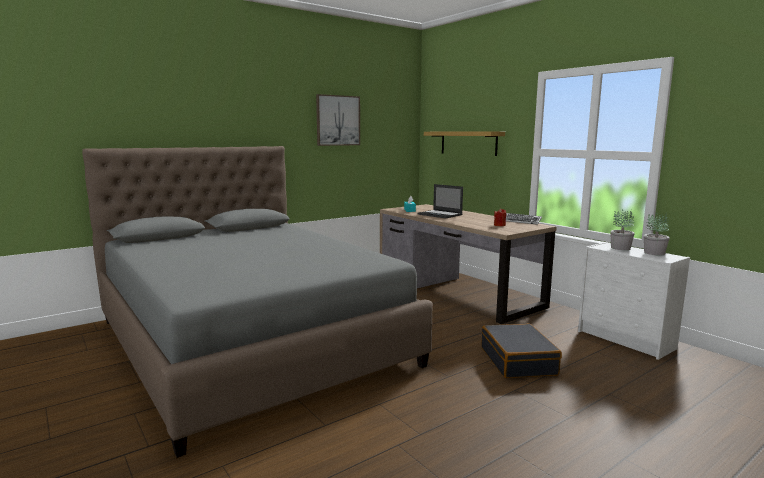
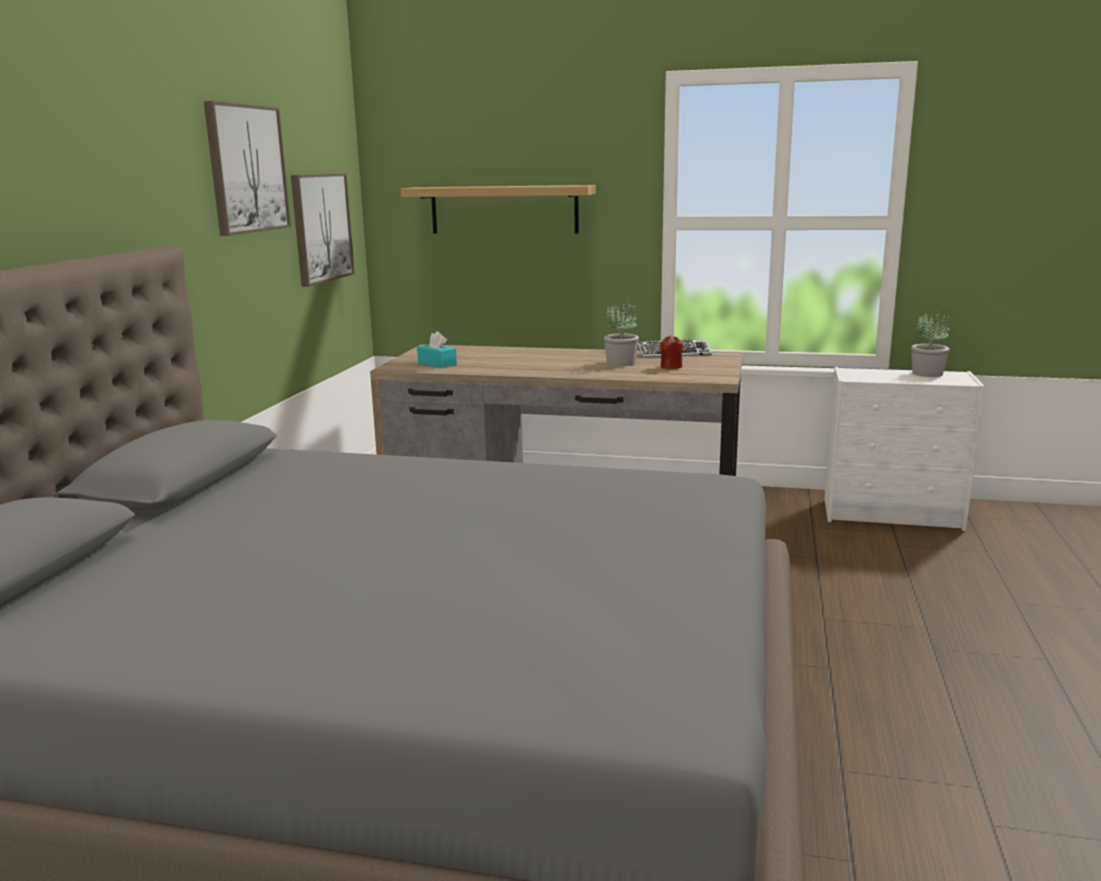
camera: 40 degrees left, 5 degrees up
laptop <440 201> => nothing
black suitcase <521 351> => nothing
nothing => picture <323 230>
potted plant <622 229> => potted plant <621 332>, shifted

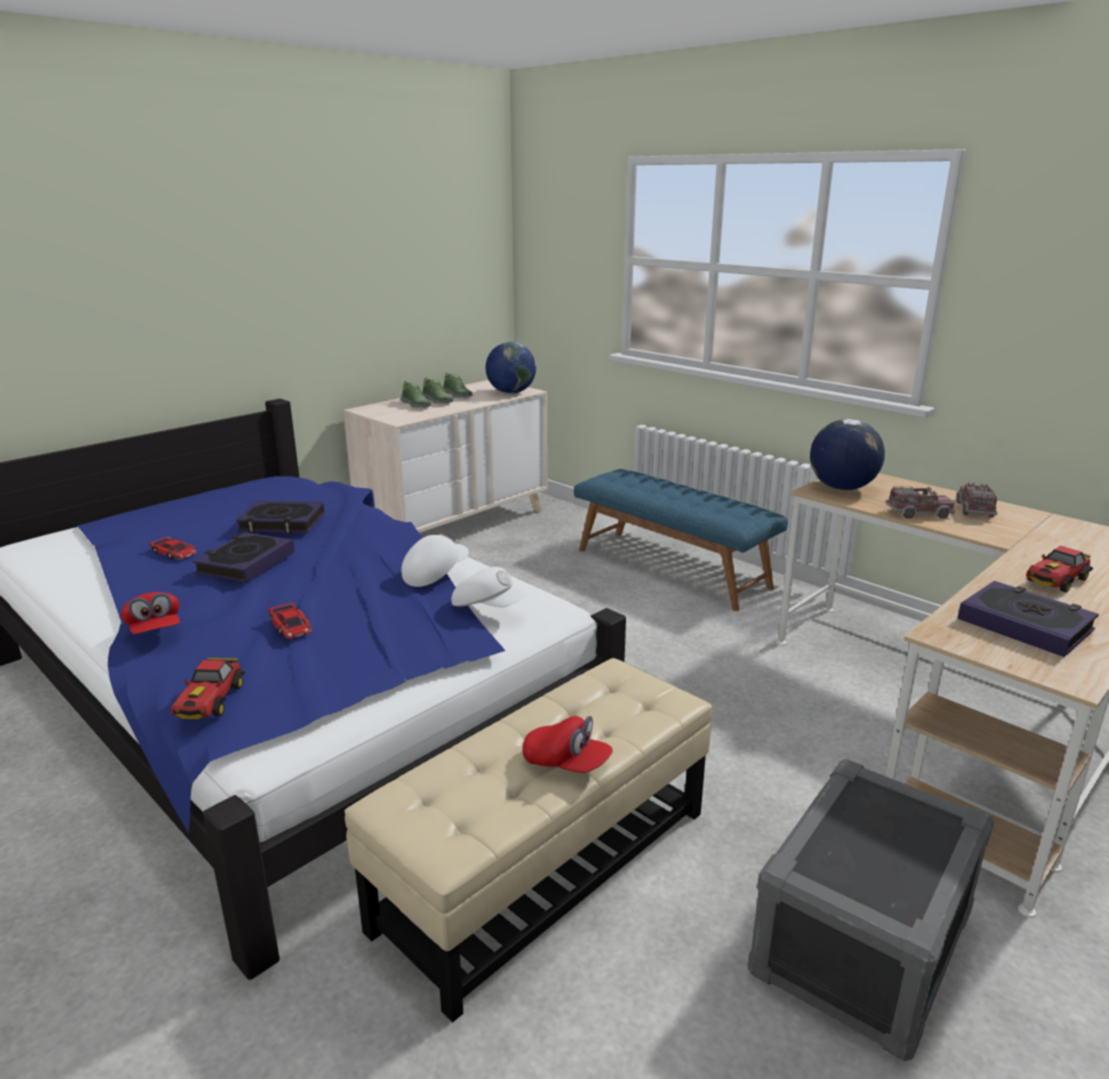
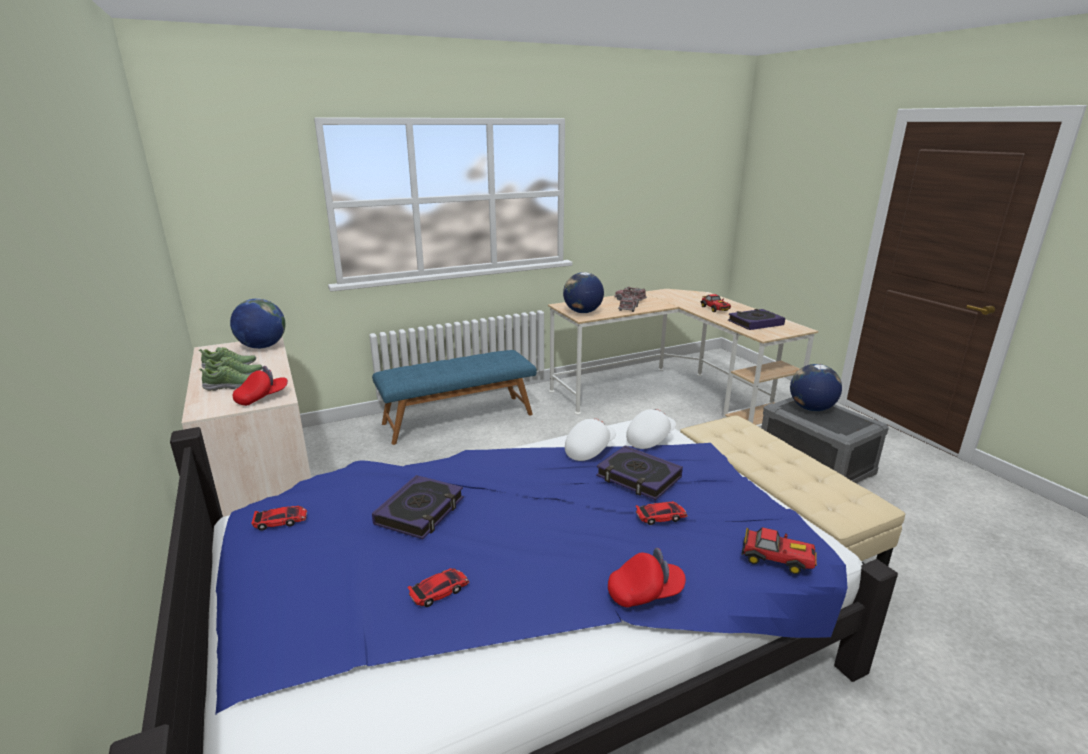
camera: 70 degrees left, 0 degrees up
nothing => toy car <279 518>
nothing => globe <816 387>
book <244 557> => book <639 472>, shifted
red cap <567 744> => red cap <260 386>, shifted
white cap <435 560> => white cap <590 439>, 75 degrees clockwise

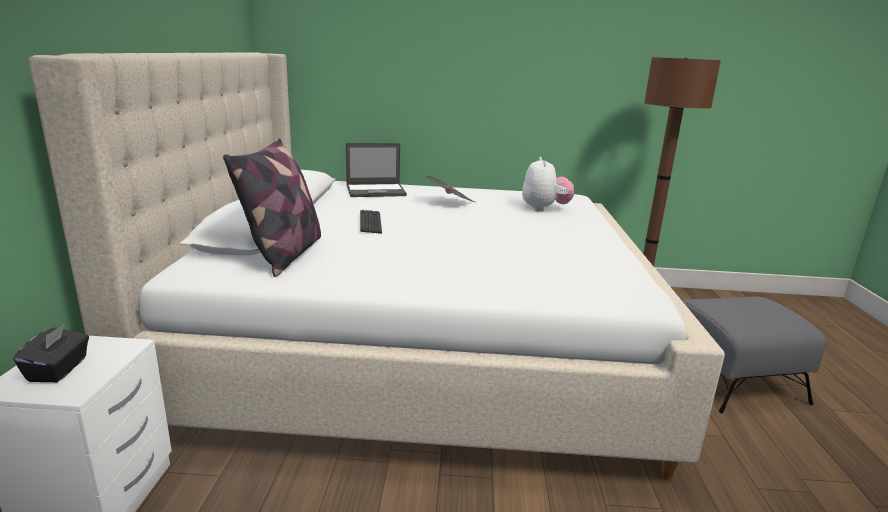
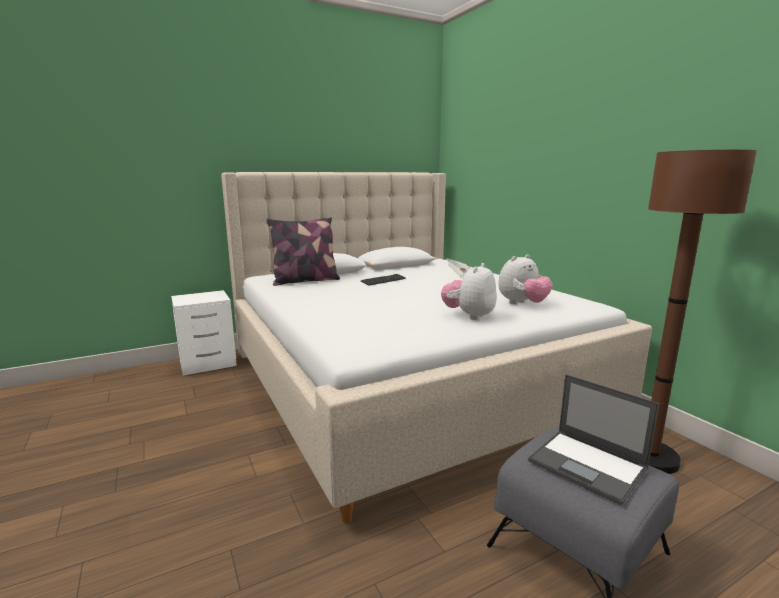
camera: 60 degrees right, 5 degrees down
black tissue box <51 352> => nothing
nothing => plush toy <469 291>
laptop <376 170> => laptop <593 440>, shifted

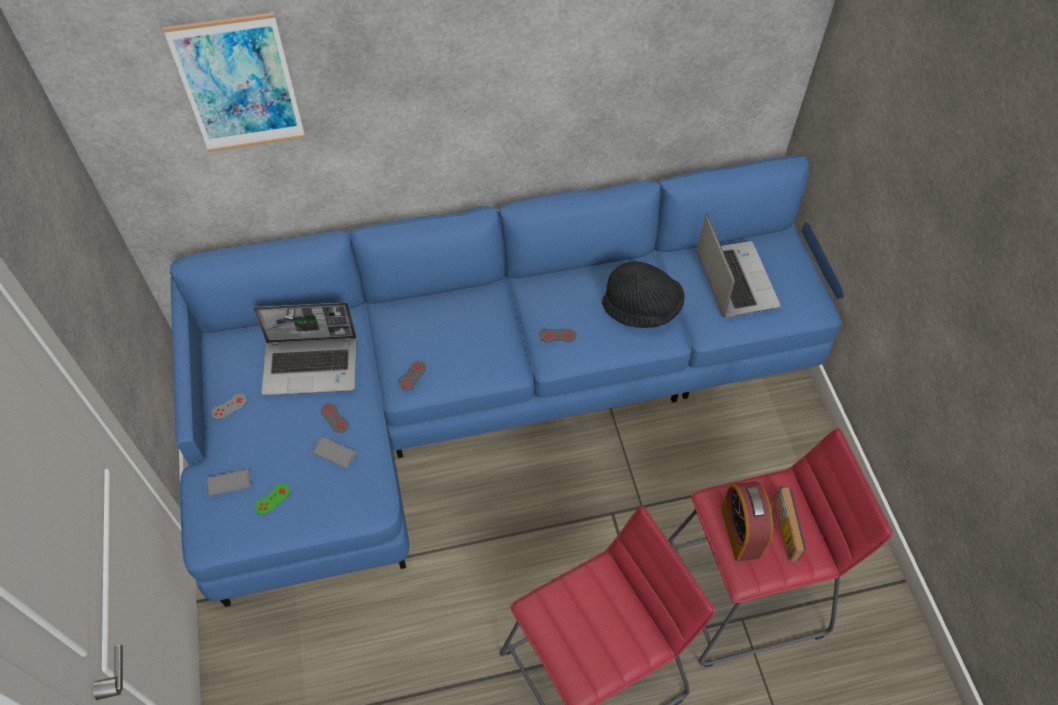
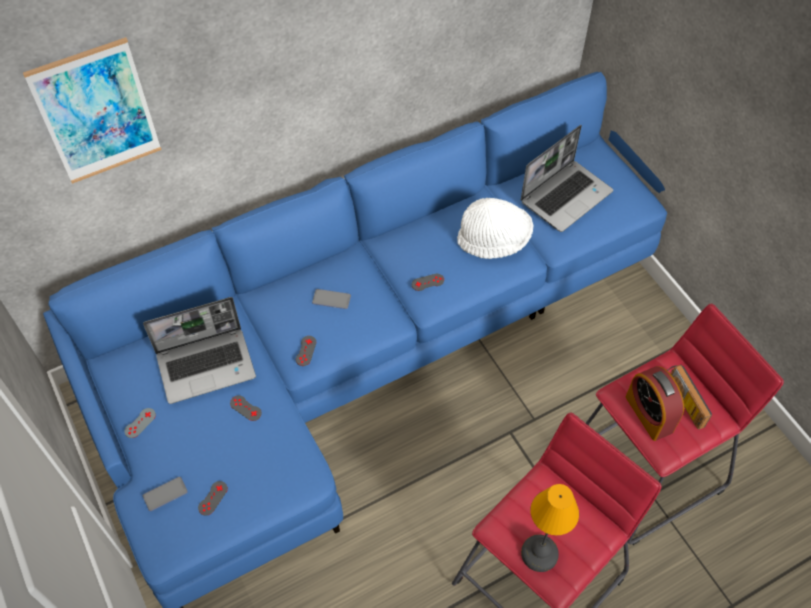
camera: 15 degrees left, 0 degrees up
nothing => table lamp <550 528>
phone <334 453> => phone <331 299>, shifted
green game controller <273 499> => grey game controller <213 498>
black hat <643 294> => white hat <495 228>
laptop <739 265> => laptop <567 178>, 75 degrees clockwise

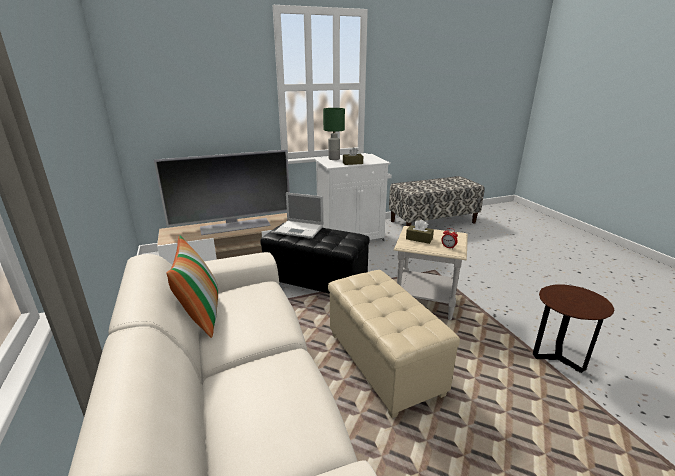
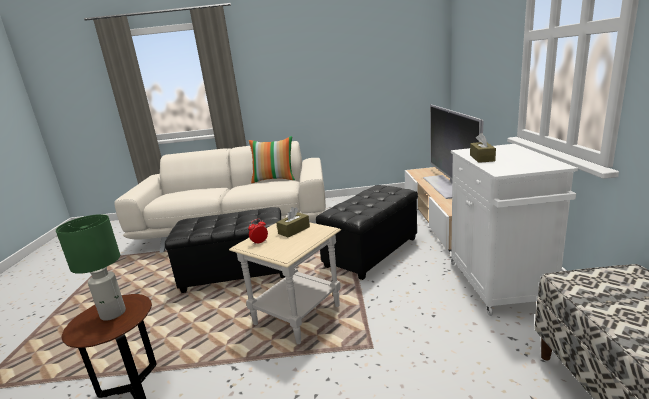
camera: 110 degrees right, 5 degrees down
laptop <299 215> => nothing
green table lamp <334 134> => green table lamp <91 267>, shifted
beige ottoman <394 344> => black ottoman <225 250>

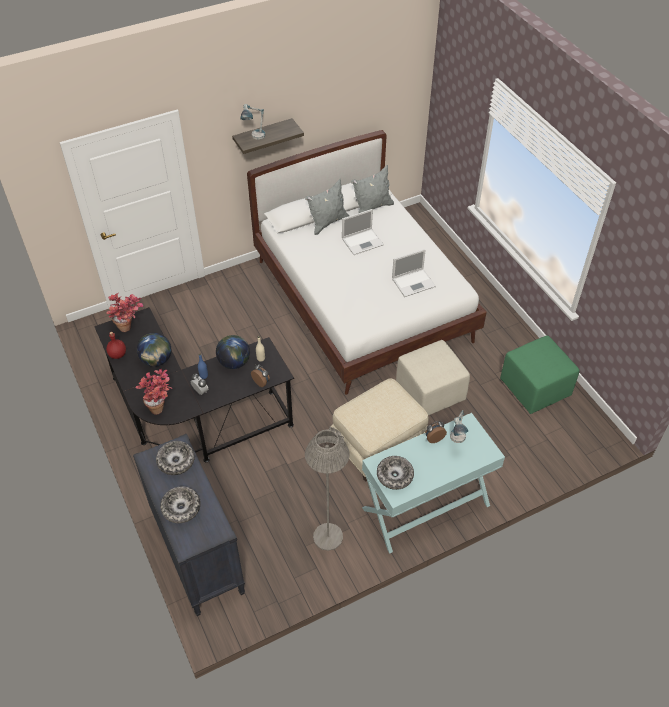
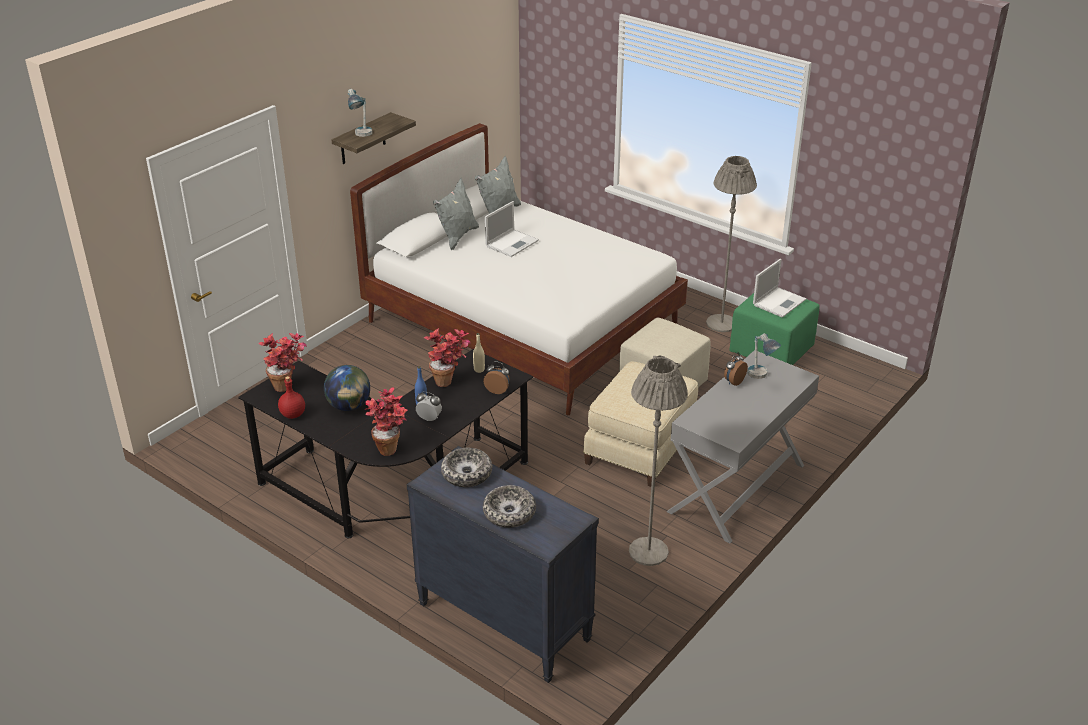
camera: 25 degrees left, 15 degrees down
bowl <395 473> => nothing
nothing => grey floor lamp <731 244>
laptop <414 273> => laptop <779 288>, shifted
globe <233 352> => potted plant <447 357>
turquoise console table <433 483> => grey console table <743 446>

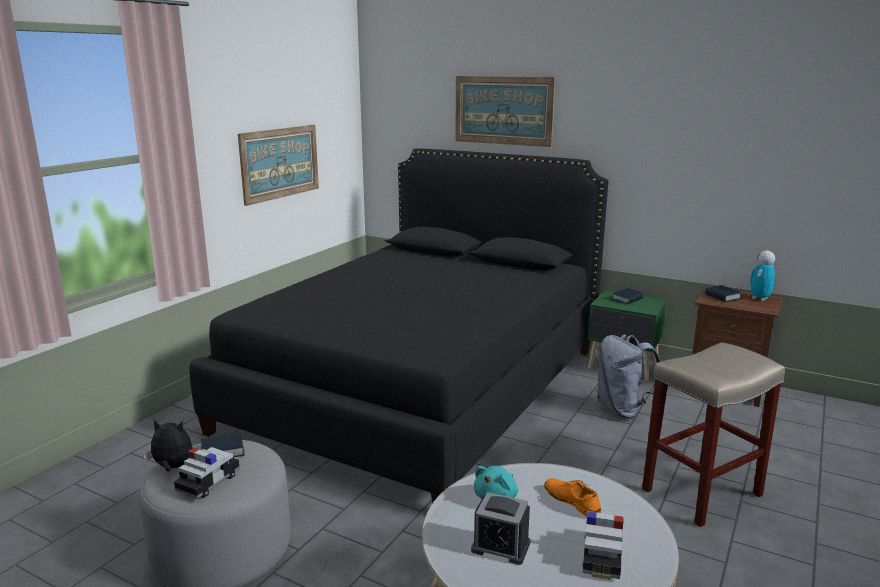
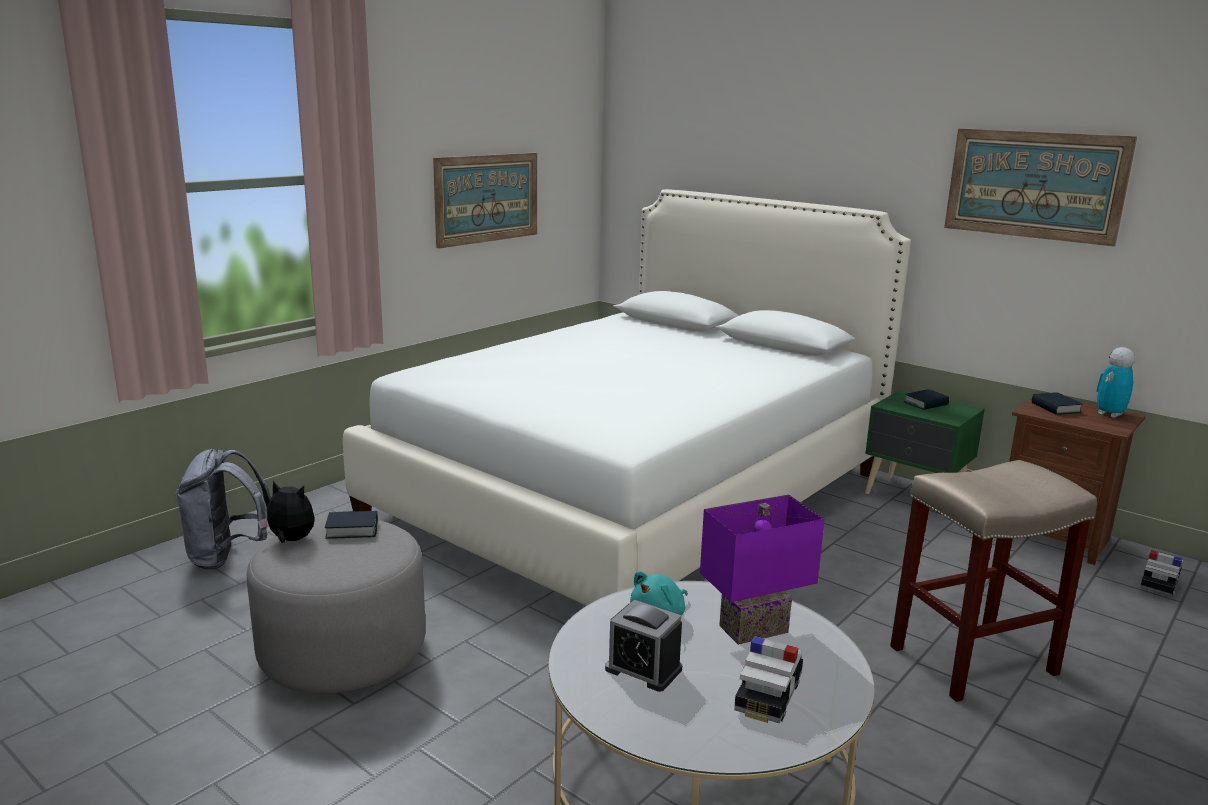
camera: 10 degrees right, 0 degrees up
toy car <207 473> => toy car <1161 573>, shifted
picture <505 111> => picture <1040 187>, shifted
grey backpack <629 376> => grey backpack <223 509>, shifted
orange shoe <572 497> => purple table lamp <762 570>
black bed <398 325> => white bed <627 397>

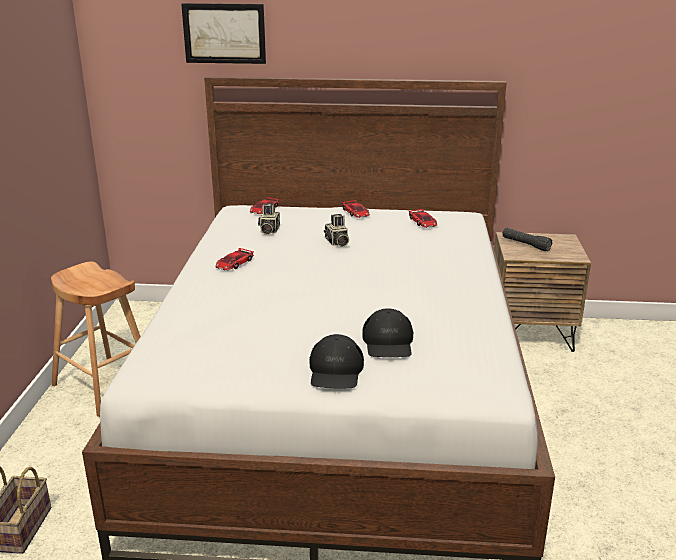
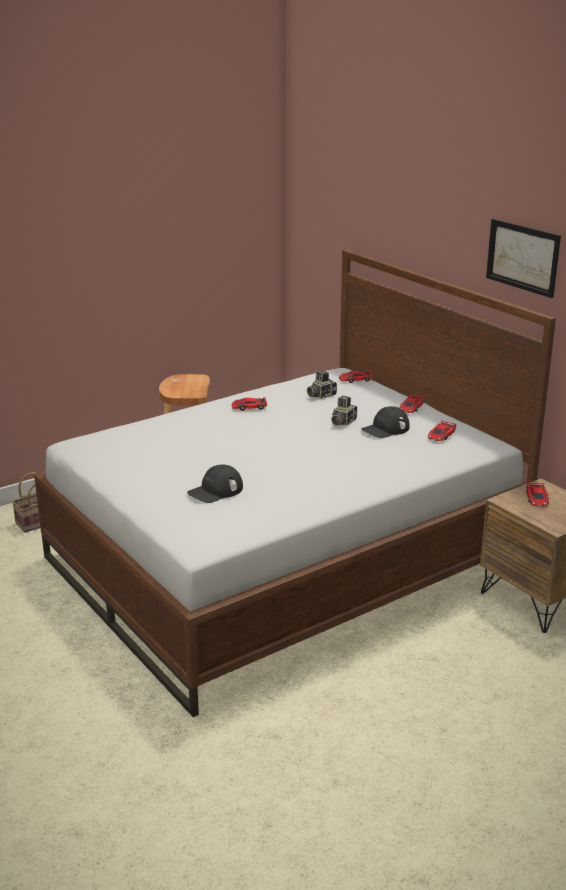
camera: 50 degrees right, 0 degrees up
picture <223 33> => picture <523 258>, shifted
black cap <336 361> => black cap <385 422>, shifted
black flashlight <527 239> => toy car <537 495>

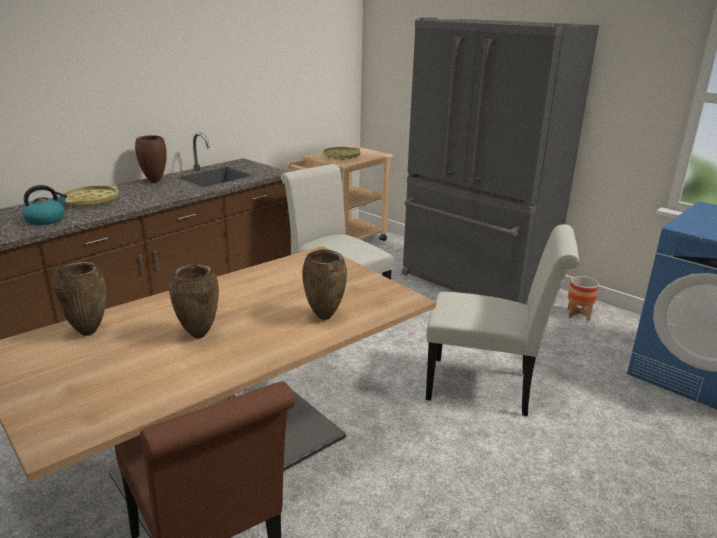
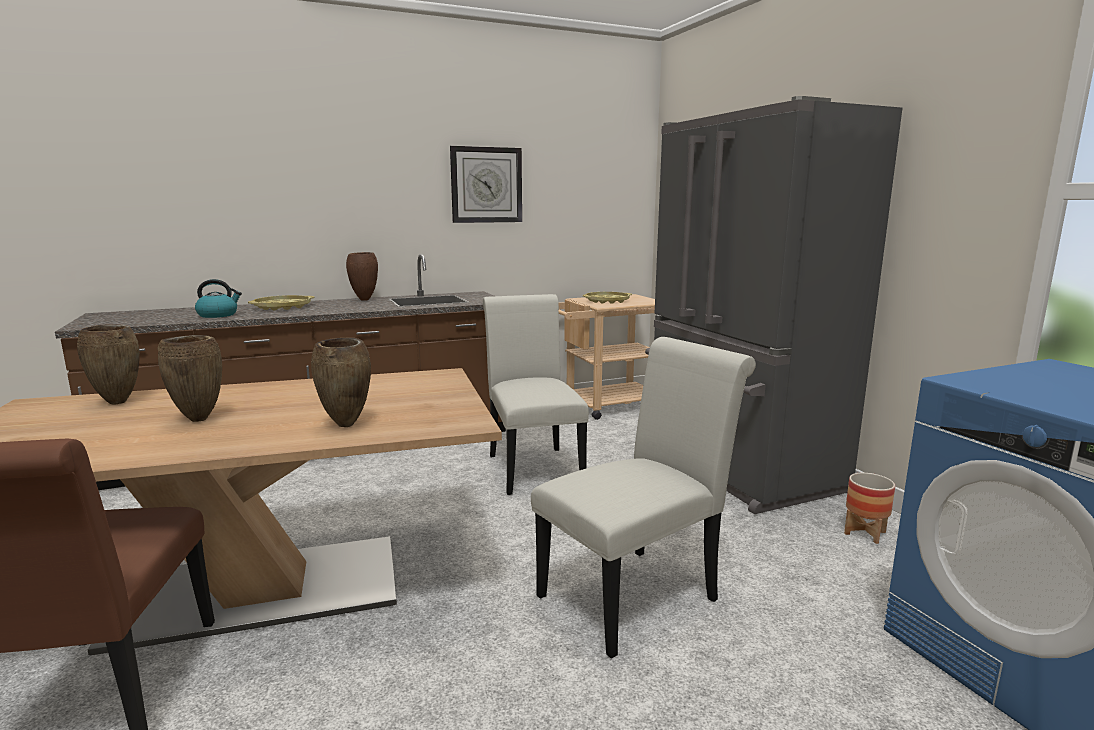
camera: 25 degrees right, 10 degrees down
nothing => wall clock <486 184>
white chair <502 320> => white chair <643 498>, 75 degrees counterclockwise

